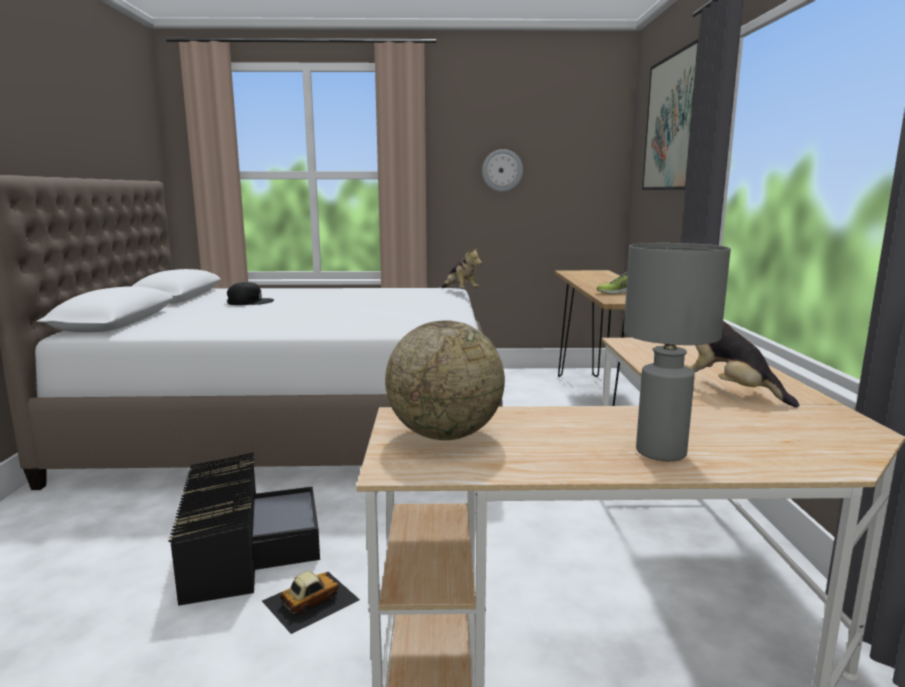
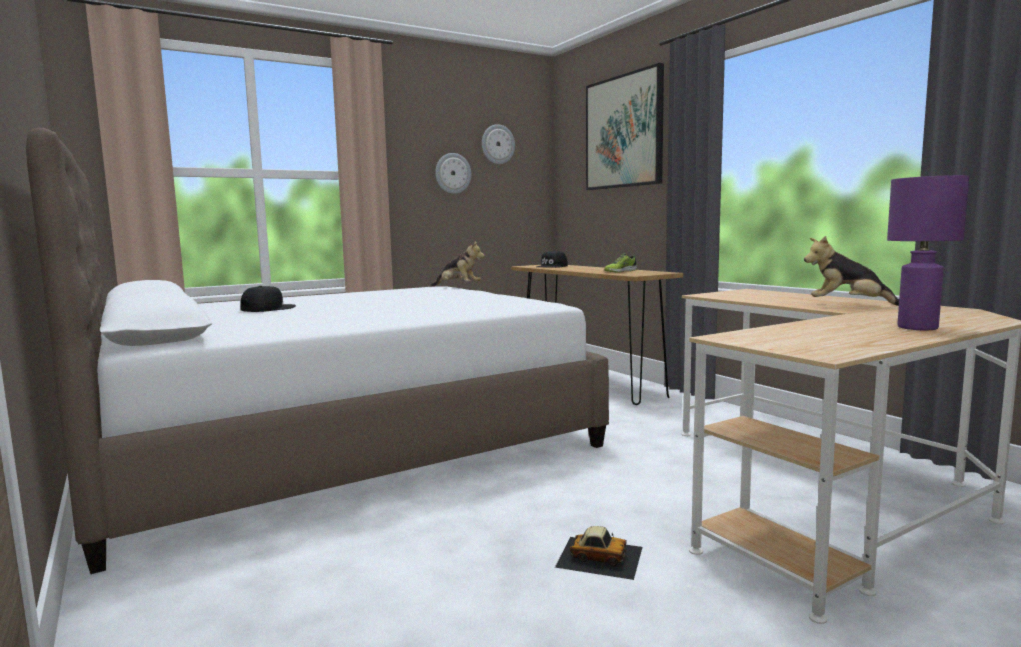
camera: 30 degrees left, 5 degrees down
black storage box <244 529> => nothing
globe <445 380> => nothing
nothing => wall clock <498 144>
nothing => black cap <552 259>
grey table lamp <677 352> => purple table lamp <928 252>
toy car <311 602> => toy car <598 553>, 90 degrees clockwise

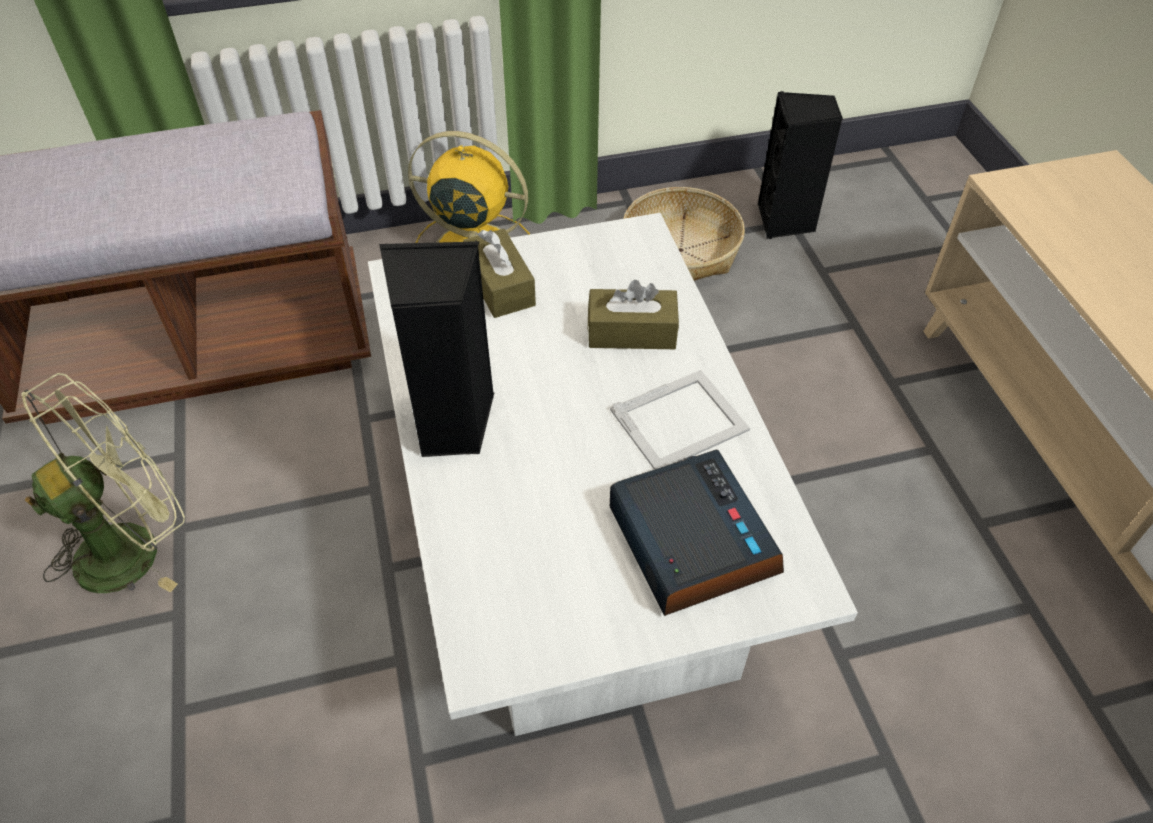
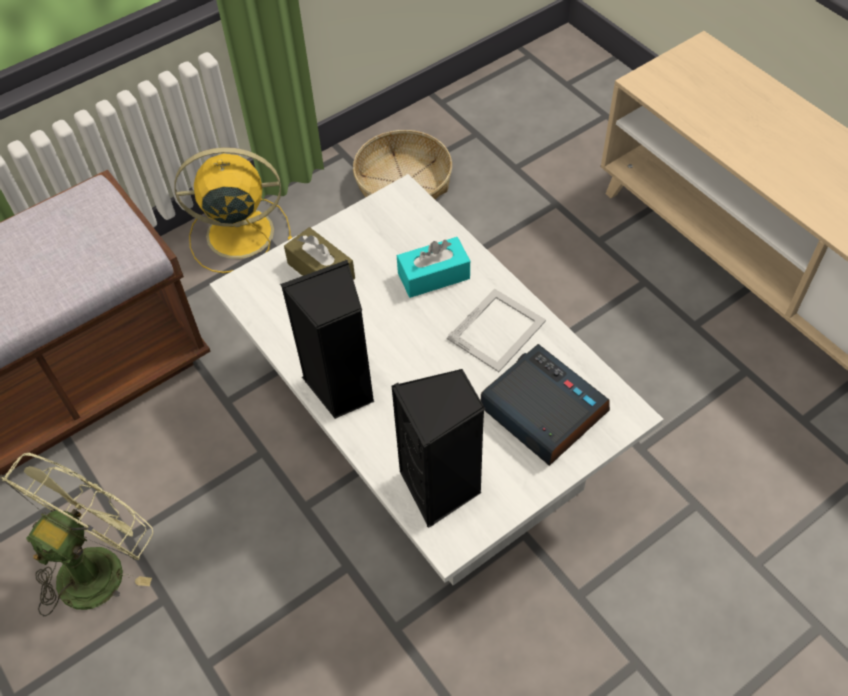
camera: 20 degrees left, 5 degrees up
black speaker <800 165> => black speaker <438 448>, shifted
brown tissue box <633 314> => turquoise tissue box <433 267>

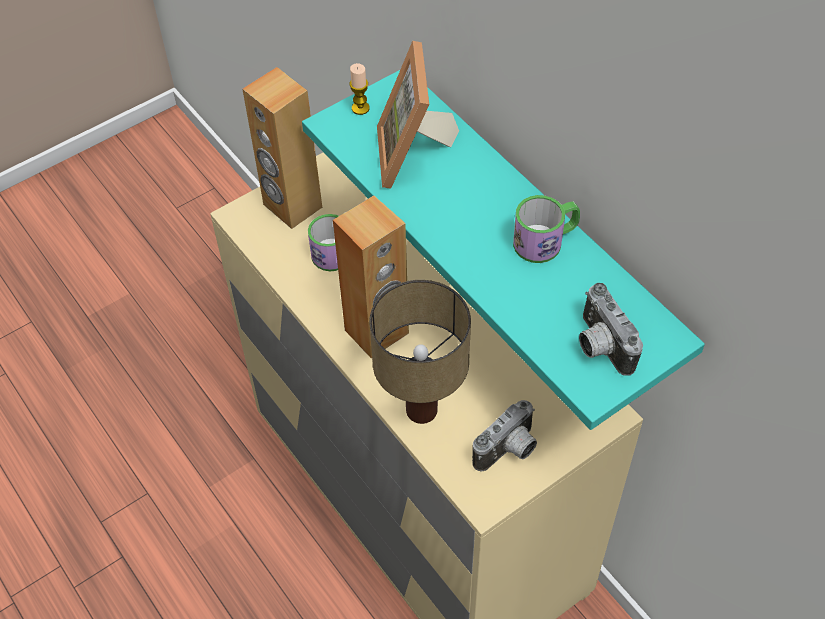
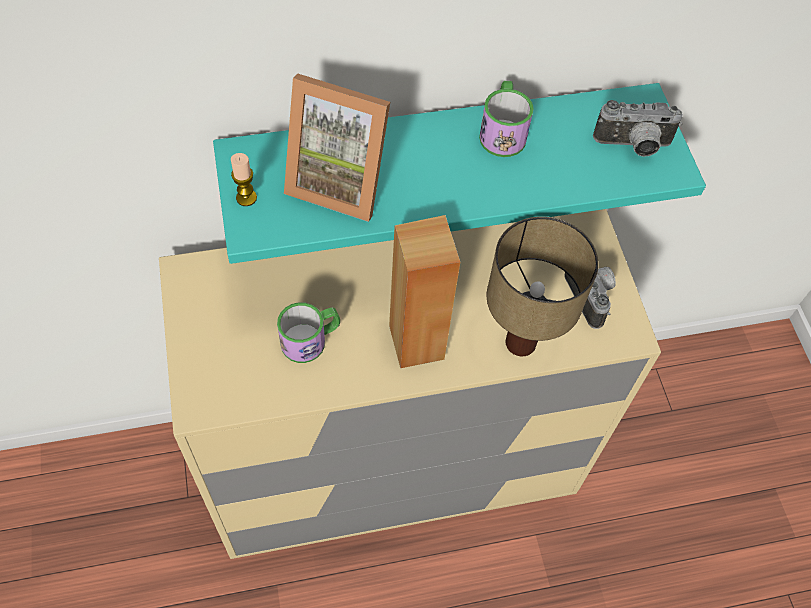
camera: 70 degrees left, 5 degrees up
brown speaker <282 148> => nothing

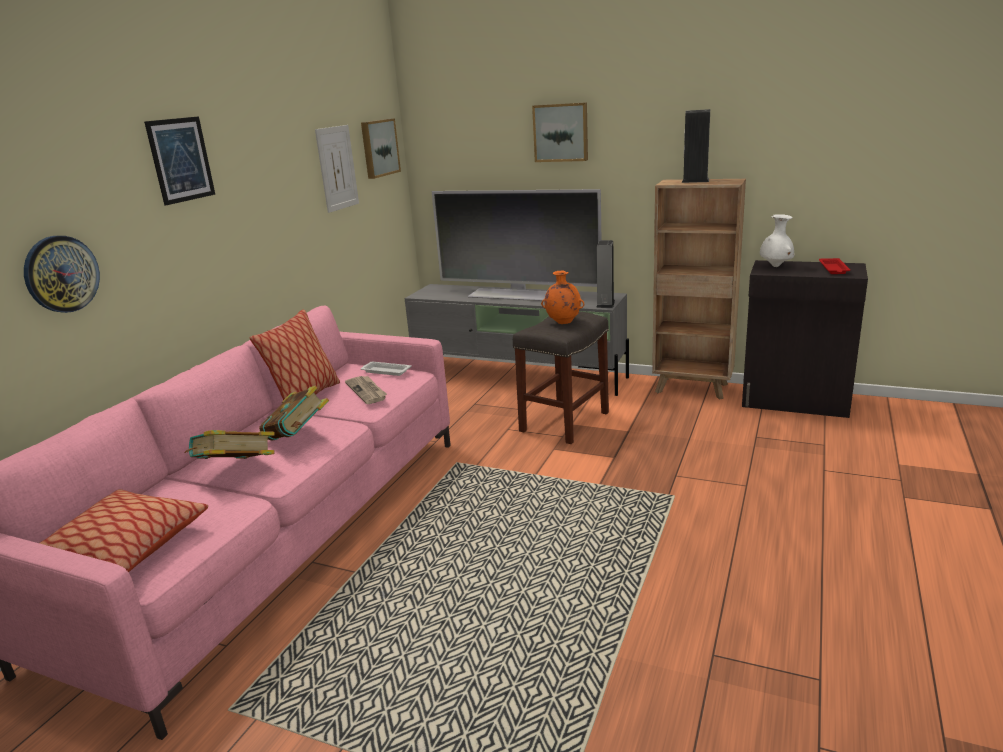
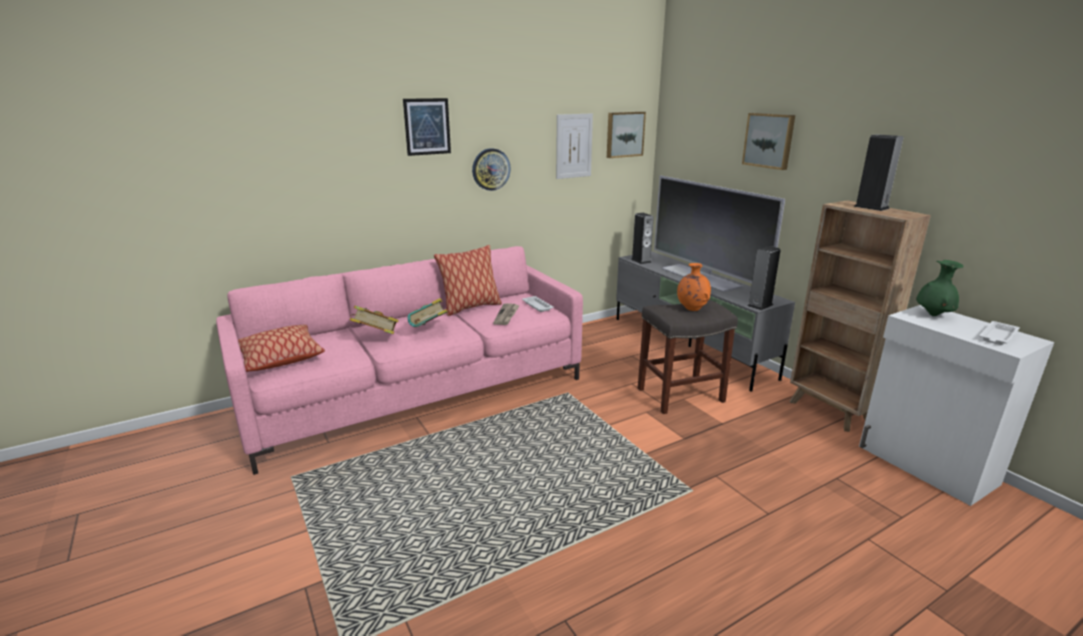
camera: 35 degrees right, 0 degrees up
nothing => speaker <642 238>
wall clock <62 274> => wall clock <491 169>, shifted
black cabinet <805 339> => white cabinet <956 405>
white vase <777 240> => green vase <940 288>
red tray <834 266> => white tray <999 333>

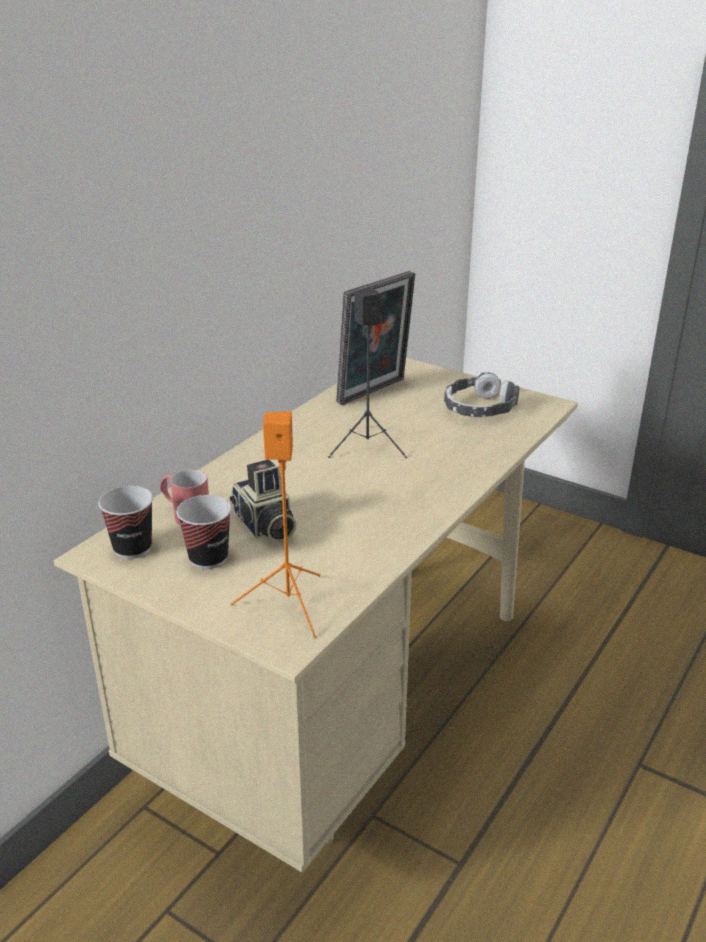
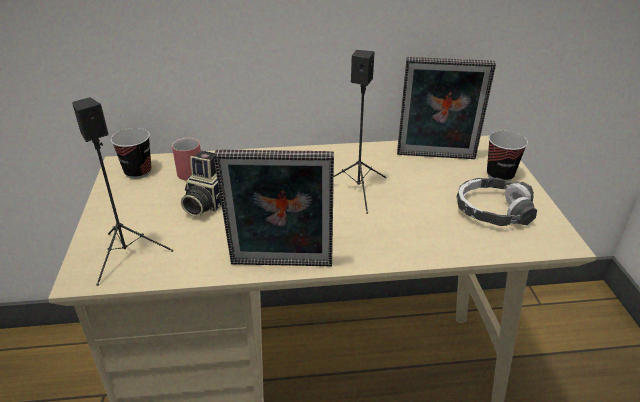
camera: 50 degrees right, 5 degrees up
nothing => picture frame <274 208>
cup <204 532> => cup <507 156>, shifted
orange speaker <276 525> => black speaker <122 191>

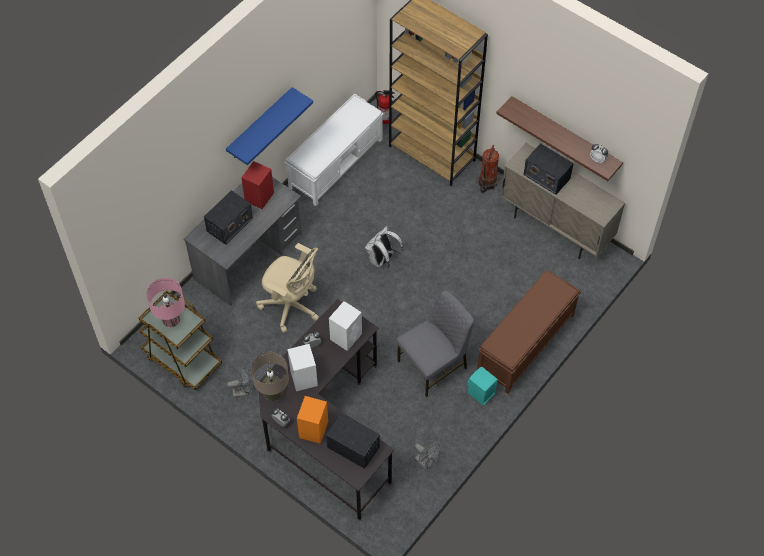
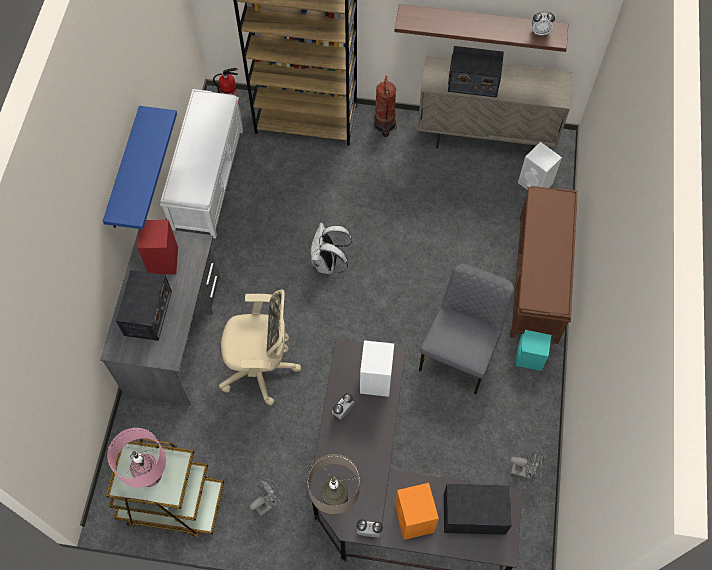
camera: 30 degrees left, 5 degrees up
white speaker <303 367> => white speaker <540 165>, shifted

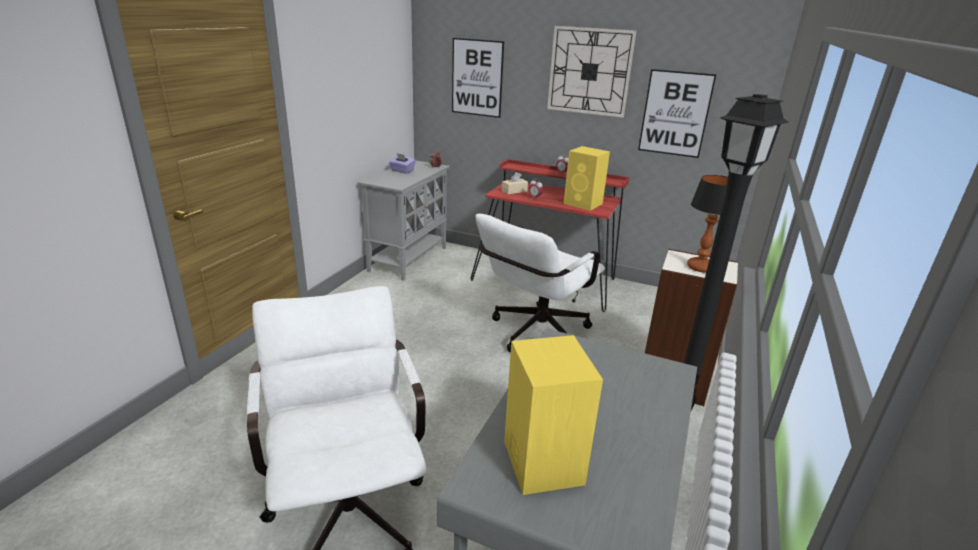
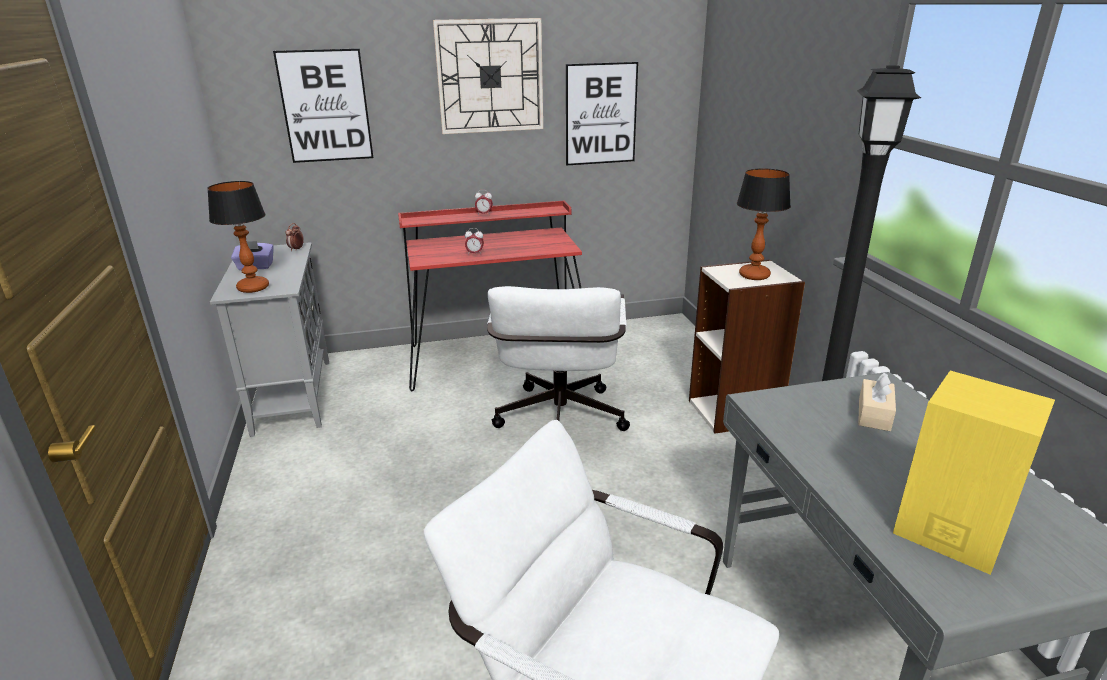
camera: 35 degrees left, 0 degrees up
yellow speaker <587 178> => nothing
nothing => table lamp <238 237>
beige tissue box <515 183> => beige tissue box <877 402>, shifted

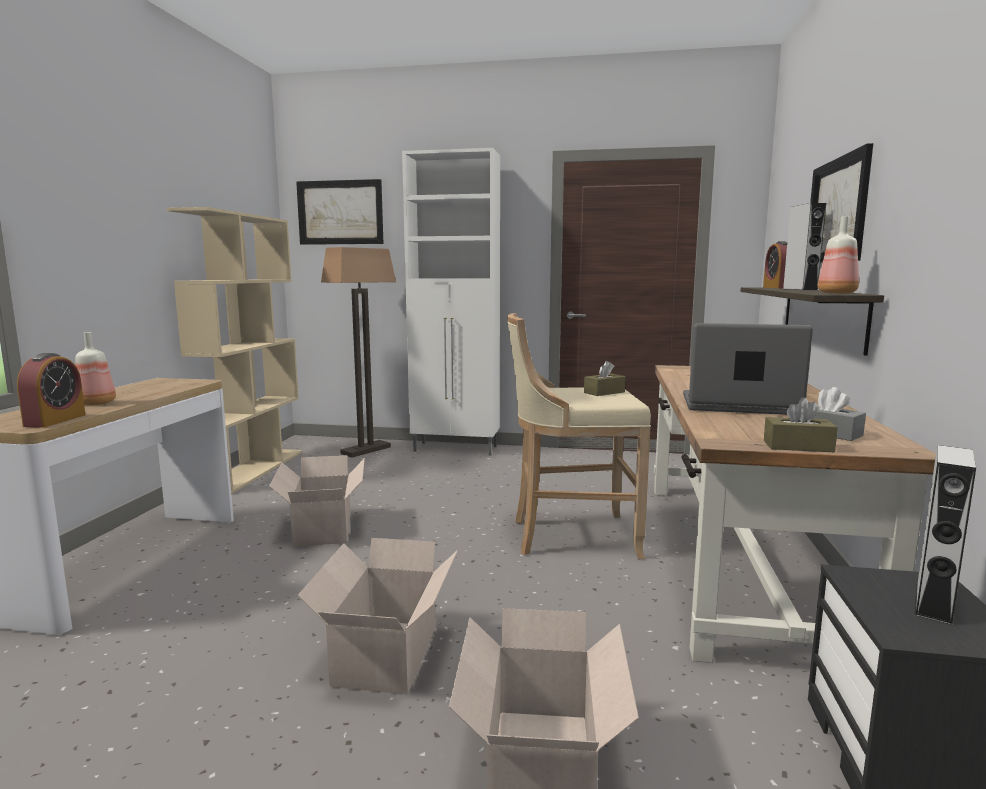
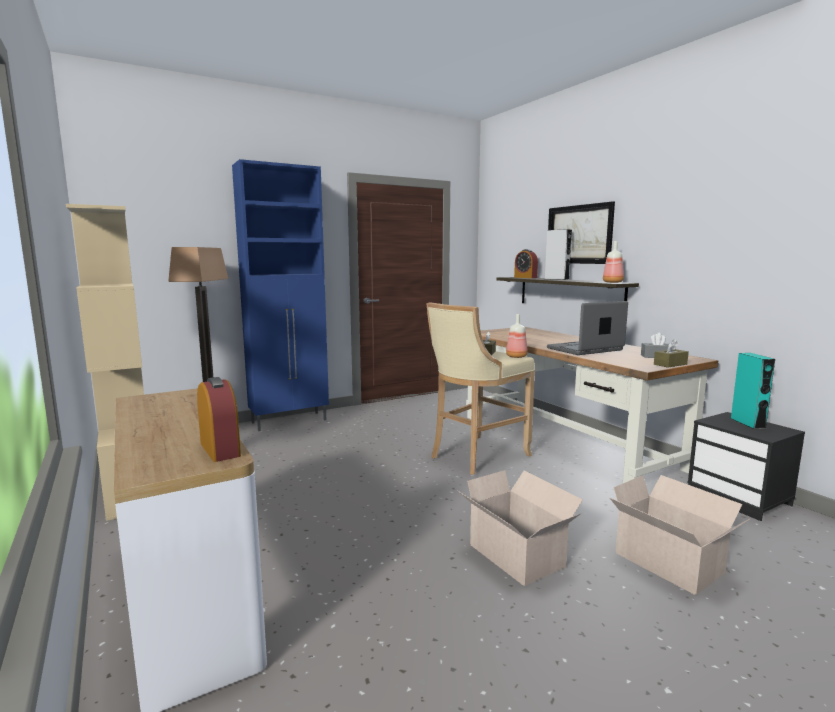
camera: 40 degrees left, 0 degrees up
cardboard box <317 501> => nothing
picture <340 212> => nothing
bottle <95 368> => bottle <517 336>, shifted
white cabinet <451 302> => blue cabinet <280 295>
grey speaker <945 535> => turquoise speaker <752 391>

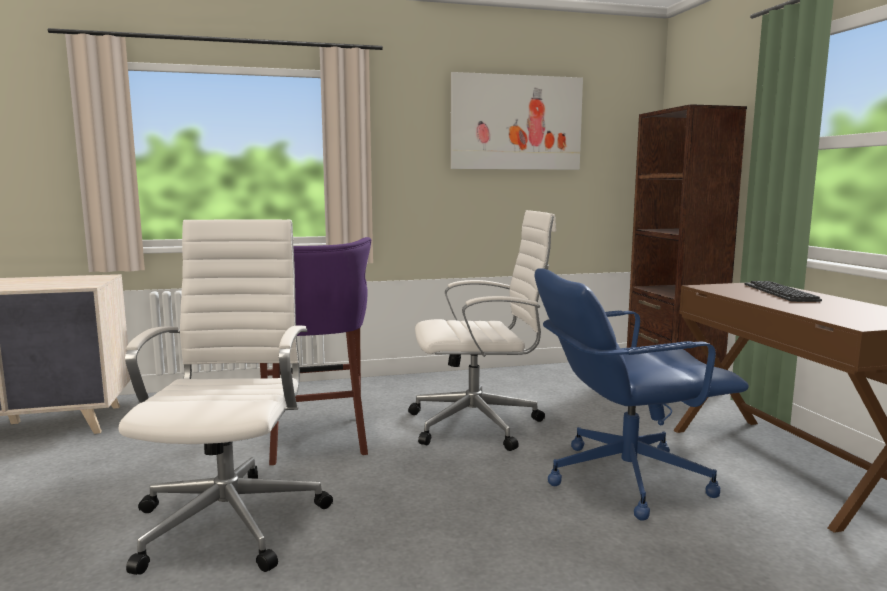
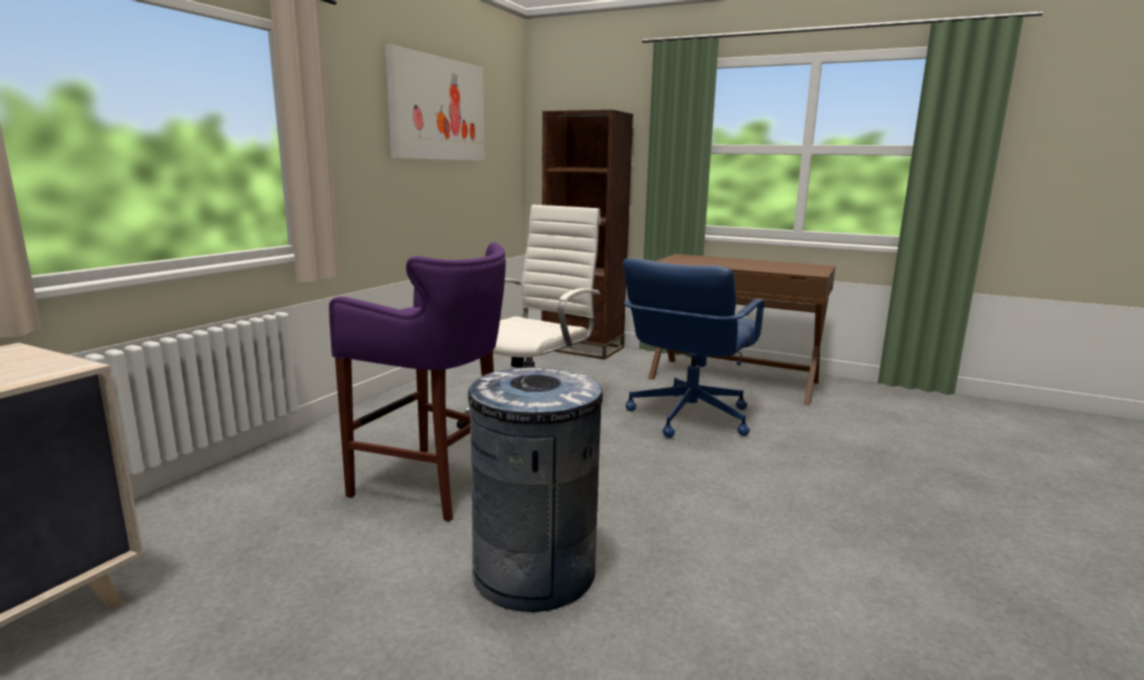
camera: 50 degrees left, 5 degrees up
keyboard <783 291> => nothing
white office chair <225 397> => grey trash can <533 489>

